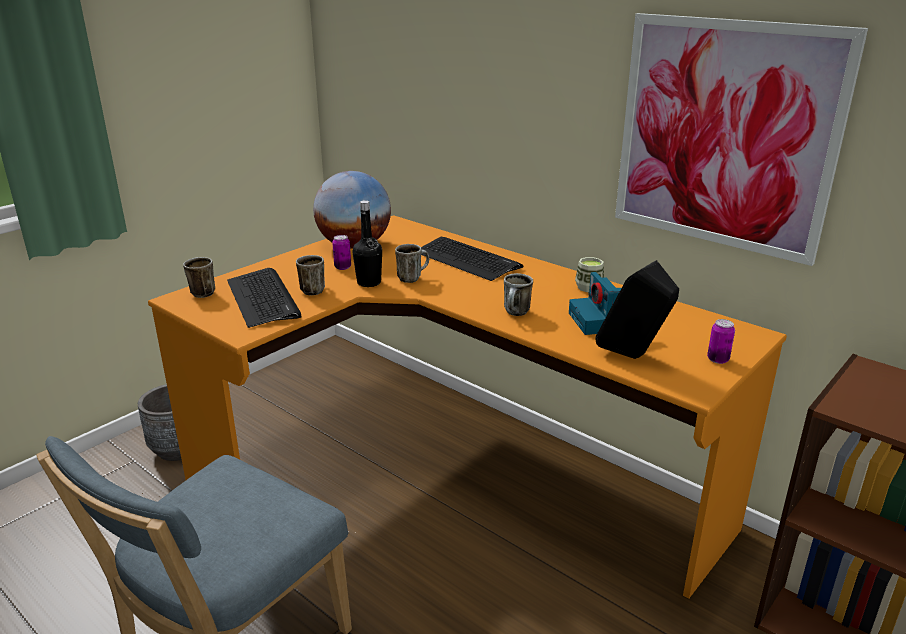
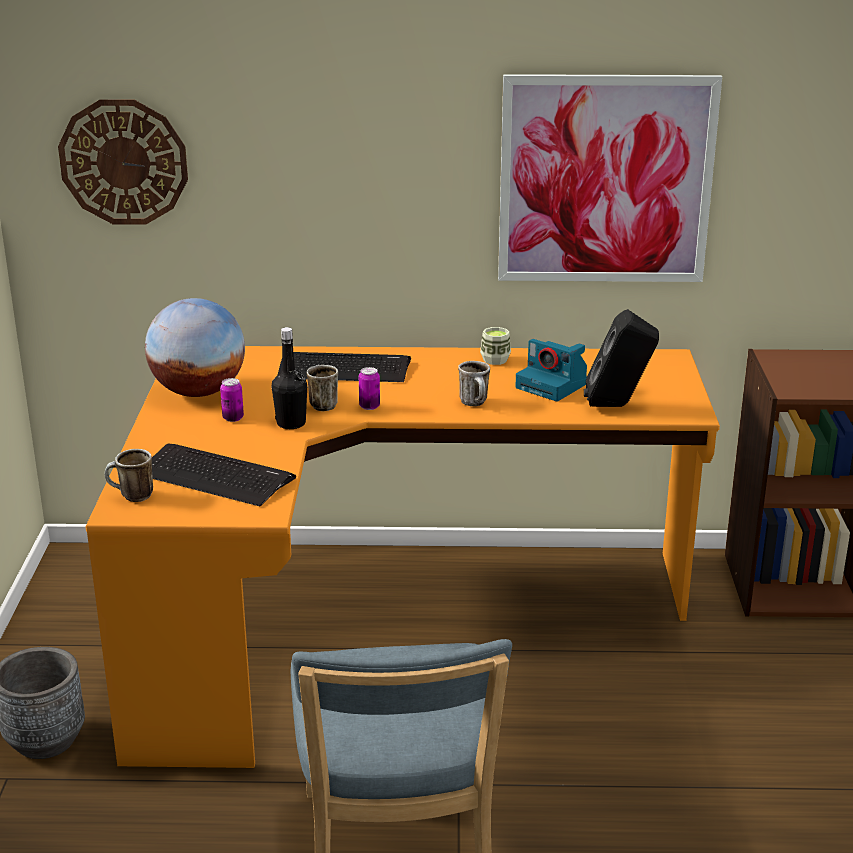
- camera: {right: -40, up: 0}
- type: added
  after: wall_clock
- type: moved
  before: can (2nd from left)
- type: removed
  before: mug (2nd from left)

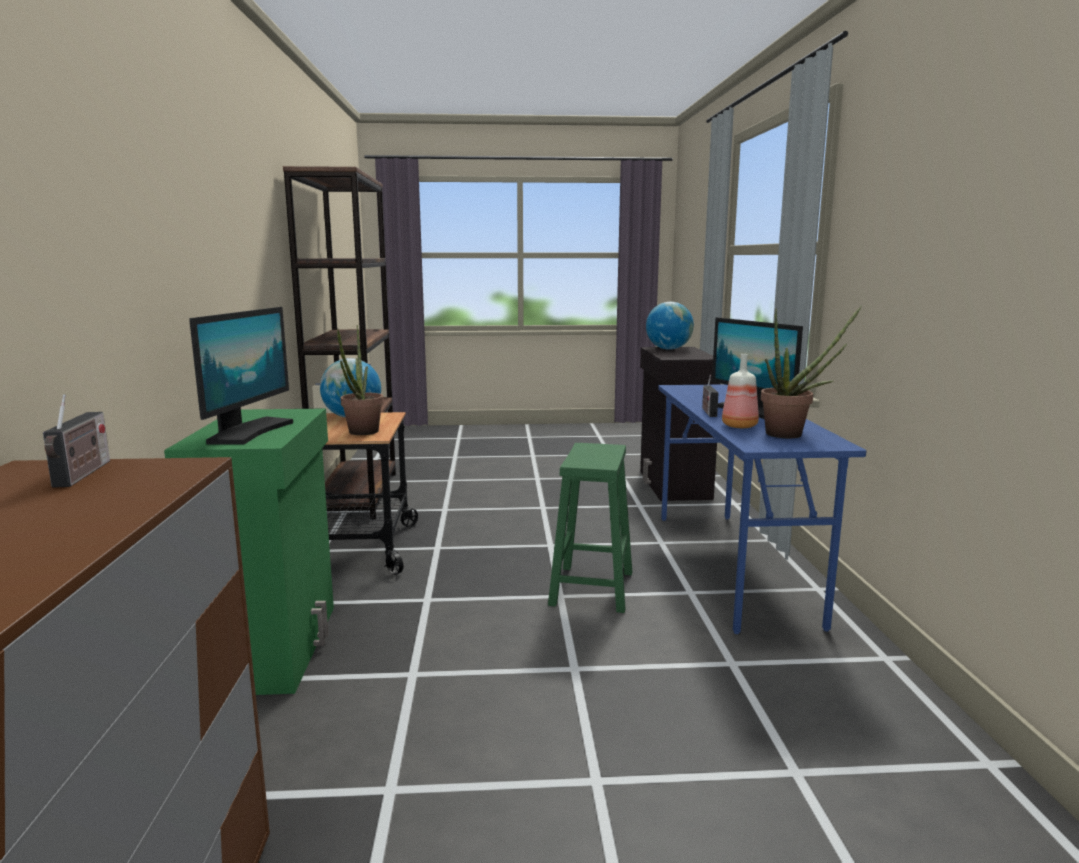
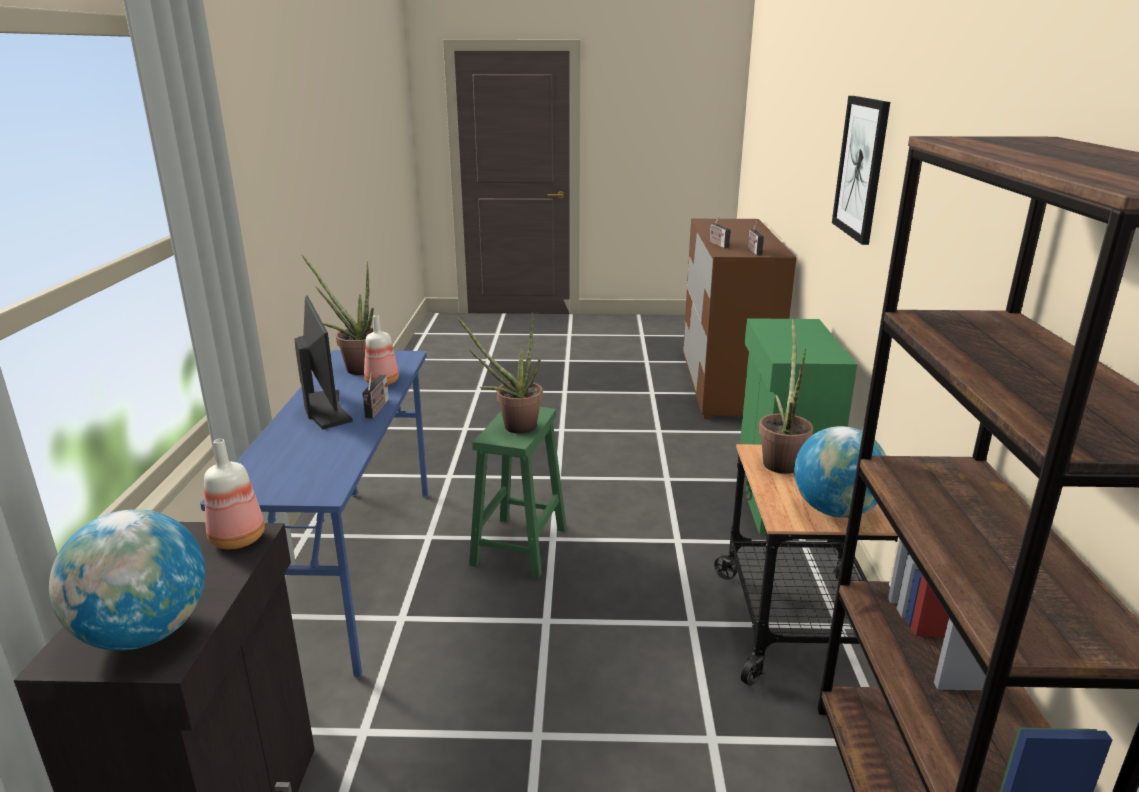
- camera: {right: -175, up: 10}
- type: added
  after: bottle (1st from left)
- type: added
  after: potted_plant (2nd from left)
- type: added
  after: radio (2nd from left)
- type: added
  after: picture
- type: removed
  before: monitor (1st from left)

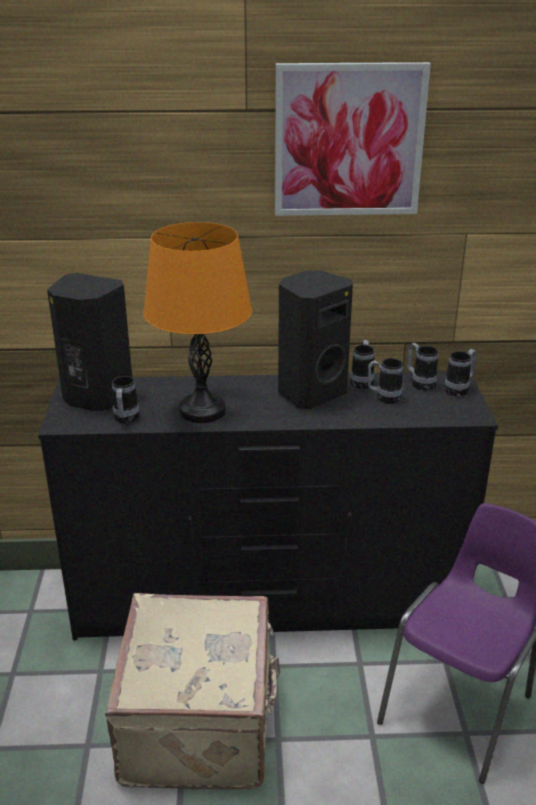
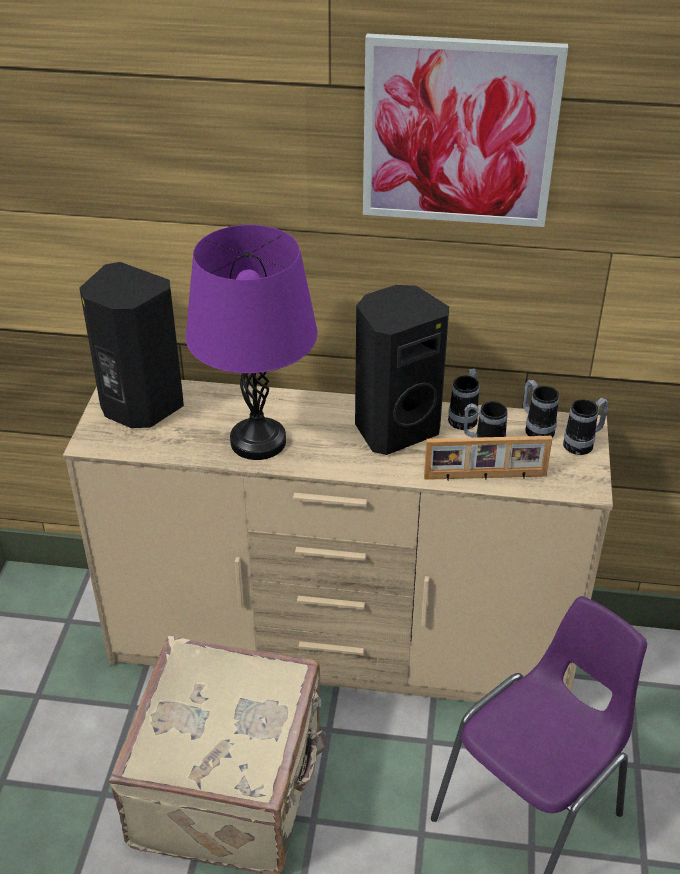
- camera: {right: 10, up: 10}
- type: recoloured
  before: black_dresser
  after: beige_dresser
- type: recoloured
  before: orange_table_lamp
  after: purple_table_lamp
- type: added
  after: picture_frame
- type: removed
  before: mug (1st from left)

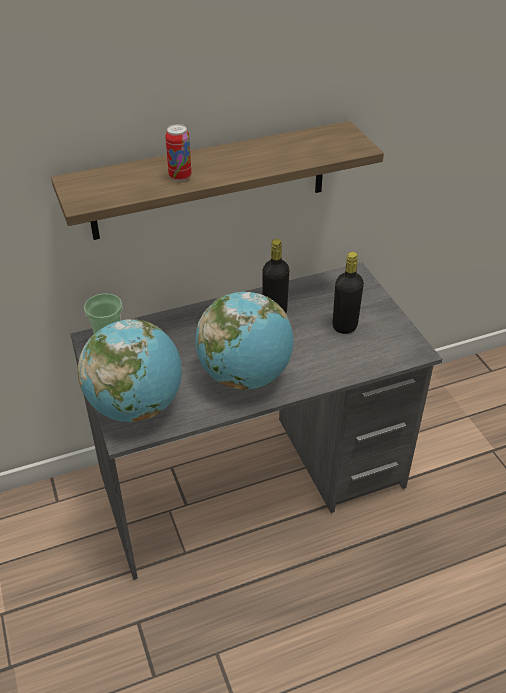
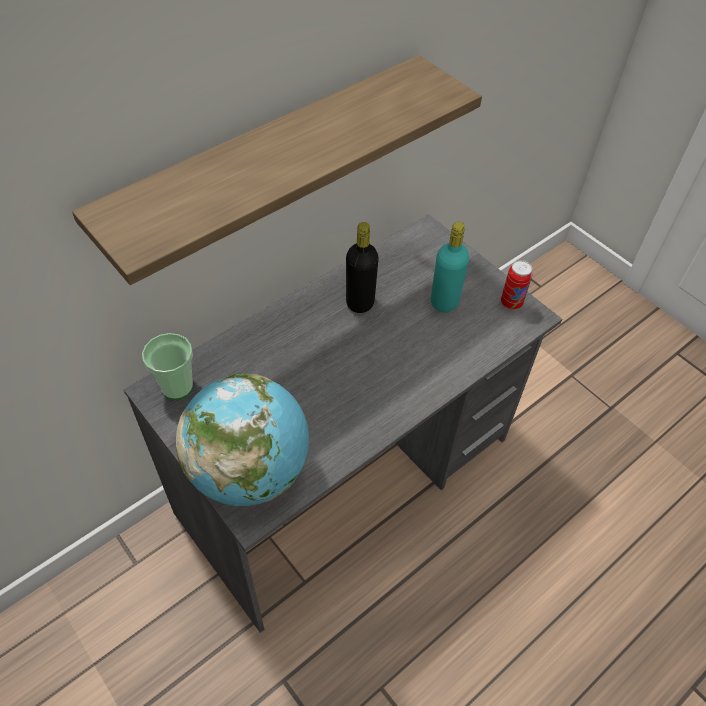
- camera: {right: -20, up: 10}
- type: recoloured
  before: black_bottle (2nd from left)
  after: turquoise_bottle
- type: moved
  before: can
- type: removed
  before: globe (2nd from left)

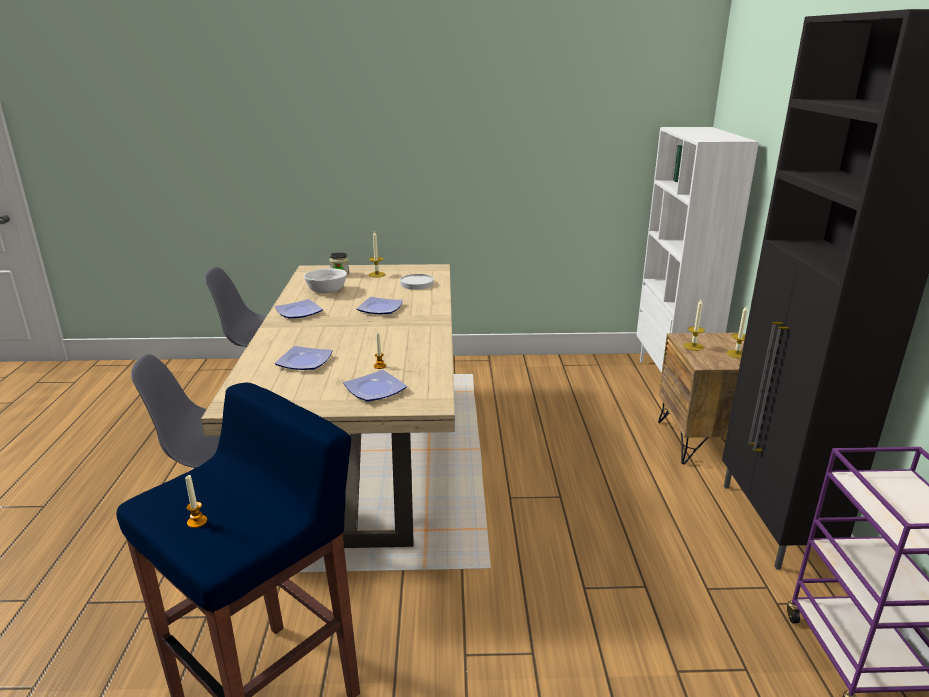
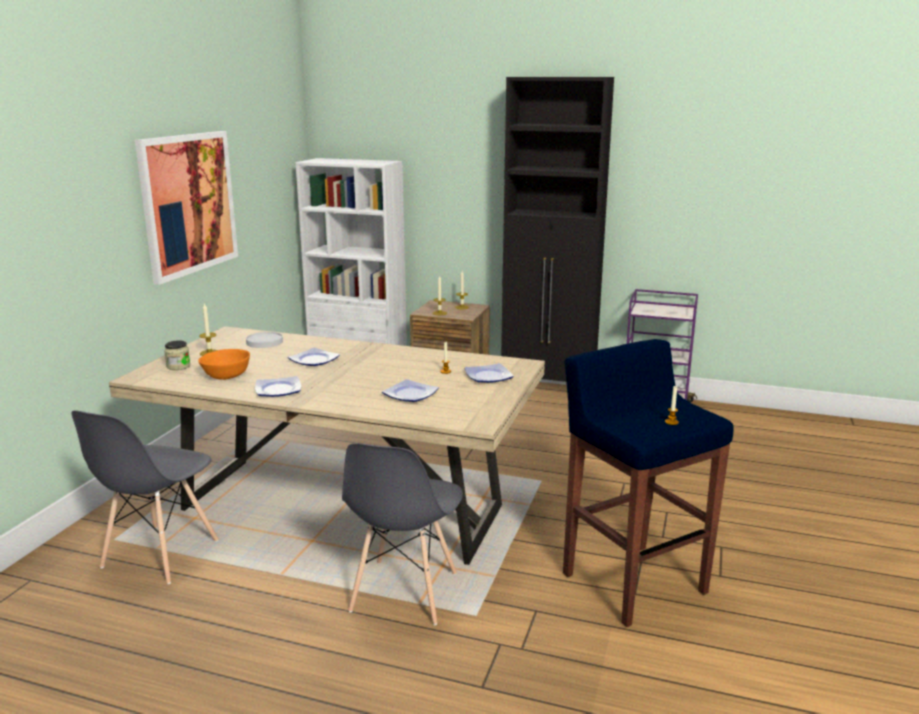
- camera: {right: -70, up: -5}
- type: added
  after: picture
- type: recoloured
  before: white_bowl
  after: orange_bowl

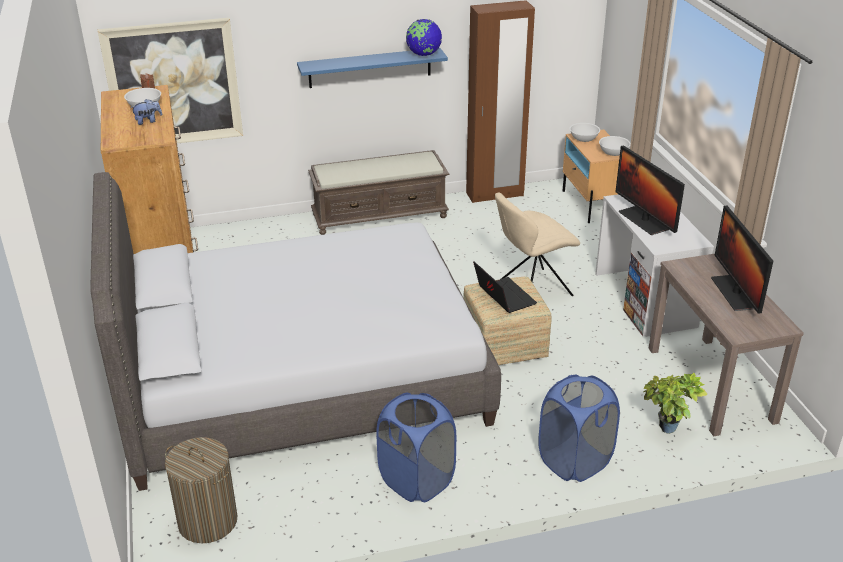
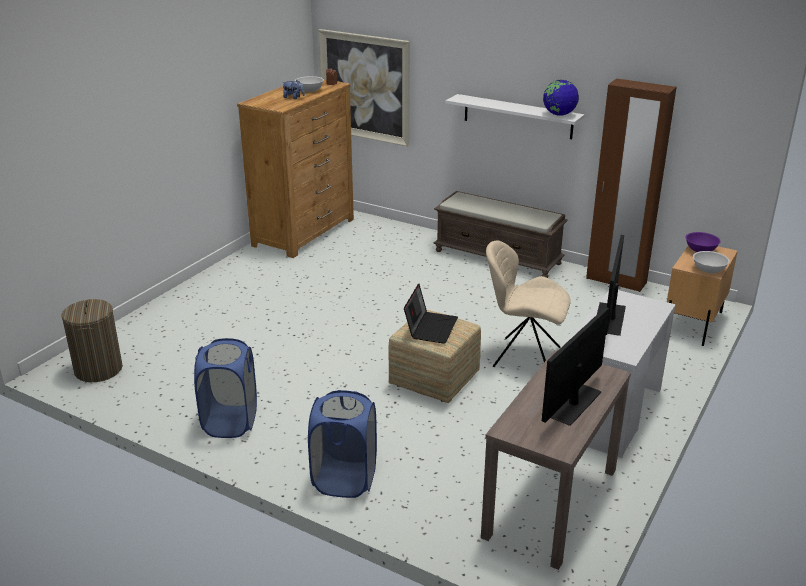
- camera: {right: 45, up: -5}
- type: recoloured
  before: blue_shelf
  after: white_shelf
- type: recoloured
  before: white_bowl (2nd from left)
  after: purple_bowl
- type: removed
  before: grey_bed
- type: removed
  before: potted_plant

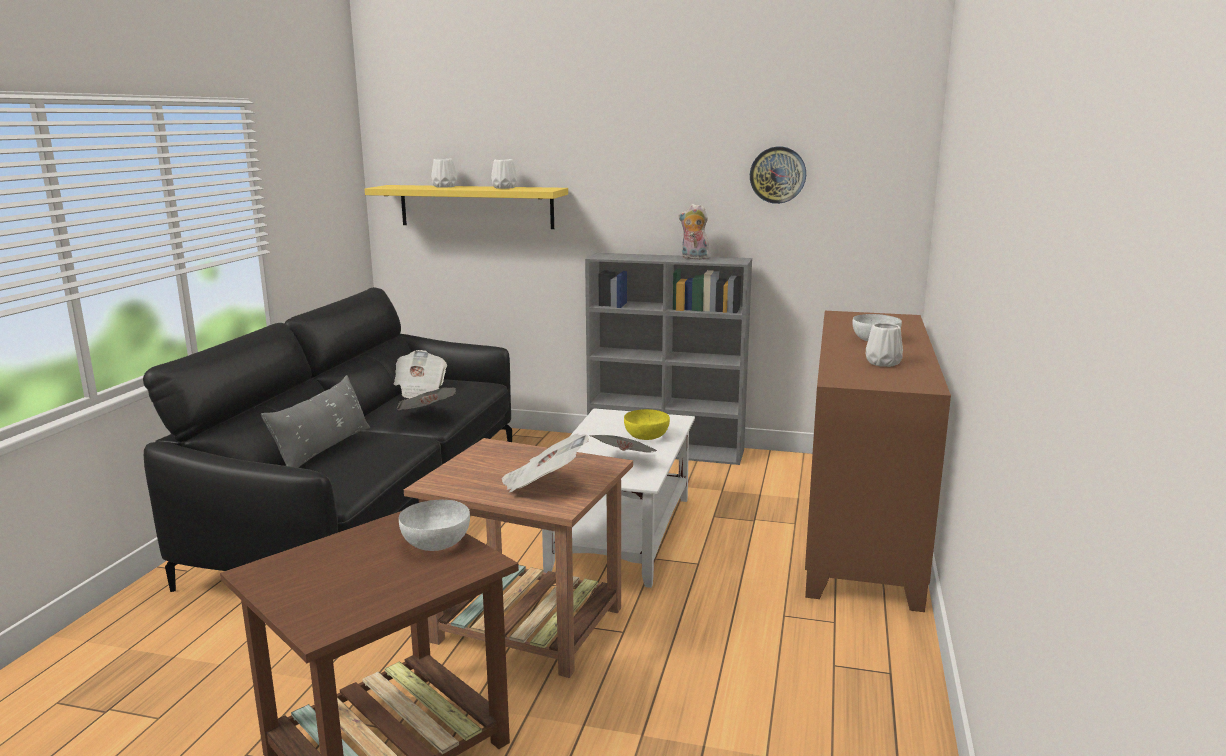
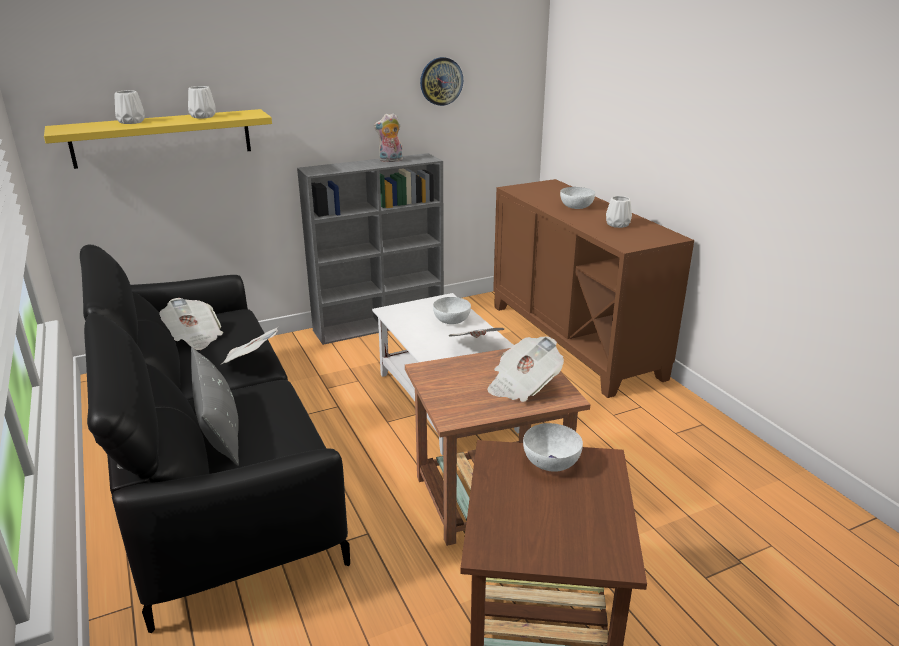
- camera: {right: -40, up: 10}
- type: recoloured
  before: yellow_bowl
  after: white_bowl (1st from left)

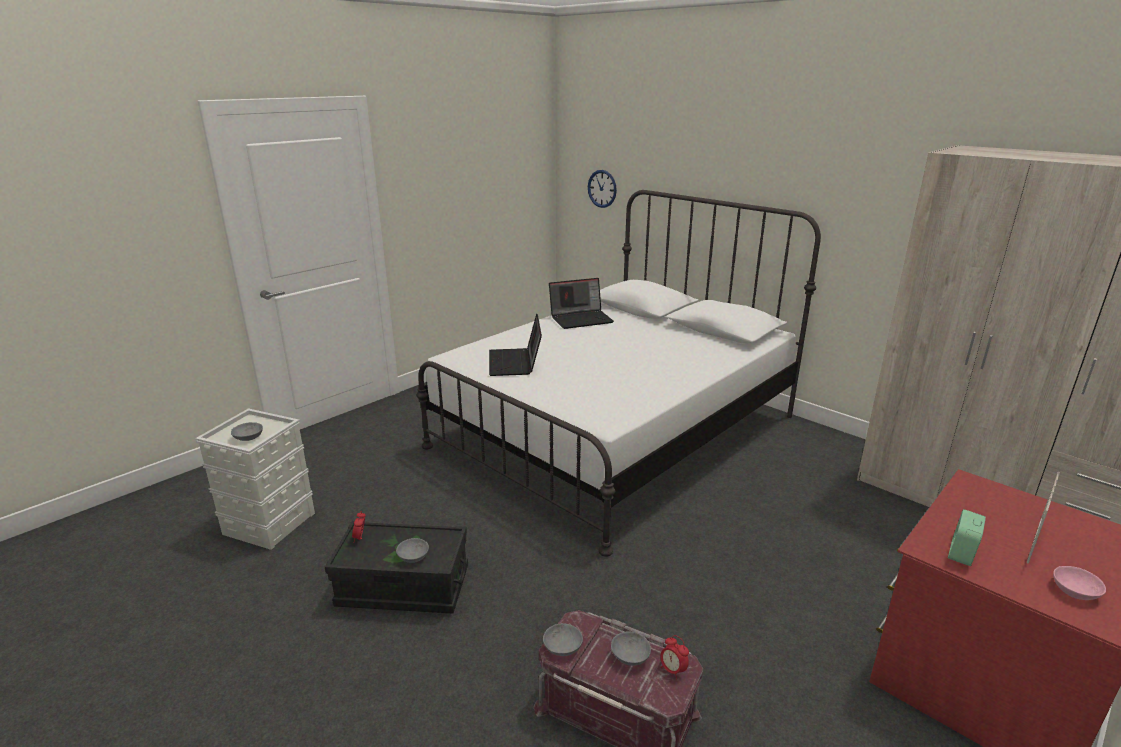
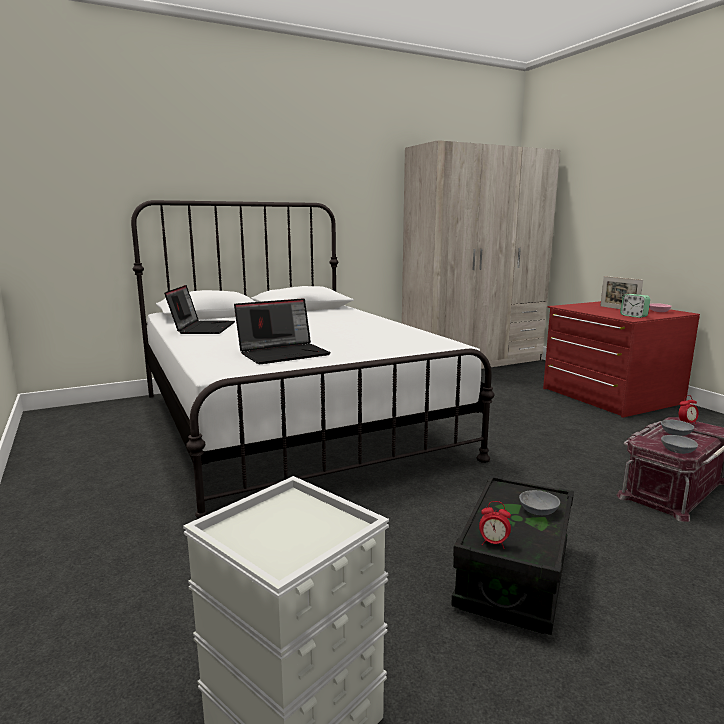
- camera: {right: -70, up: -10}
- type: turned
  before: laptop (1st from left in the first image)
  turn: -45
- type: removed
  before: grey_bowl (1st from left)
- type: removed
  before: wall_clock

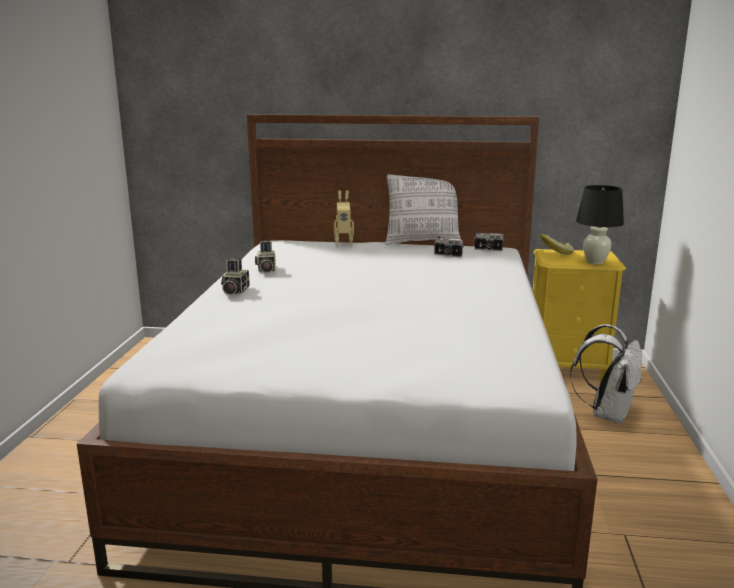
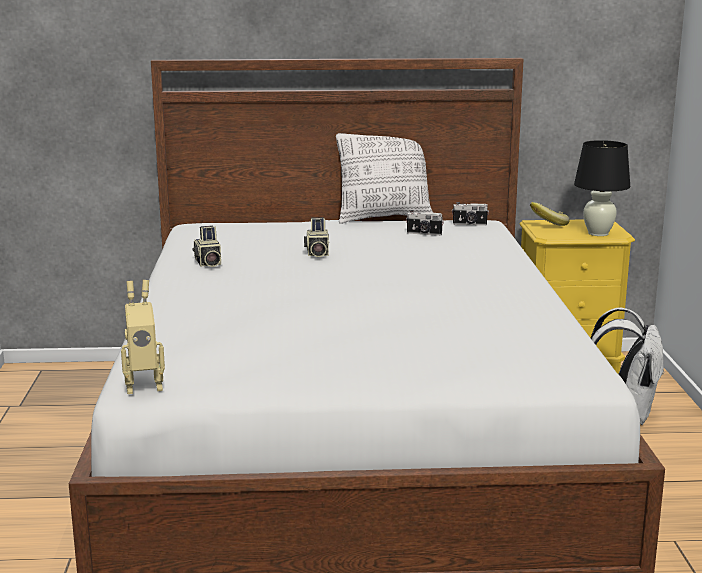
- camera: {right: -10, up: 0}
- type: moved
  before: toy_robot
- type: moved
  before: photo_camera (1st from left in the first image)
  after: photo_camera (2nd from left)

